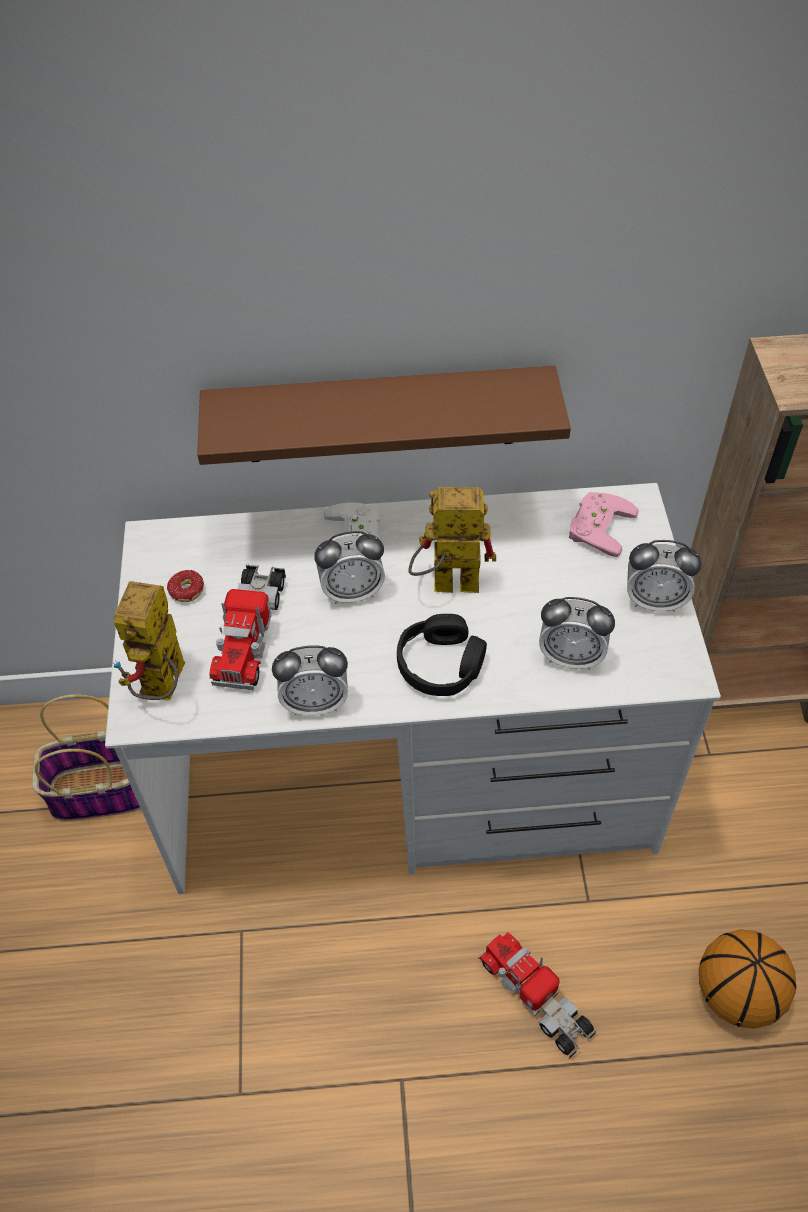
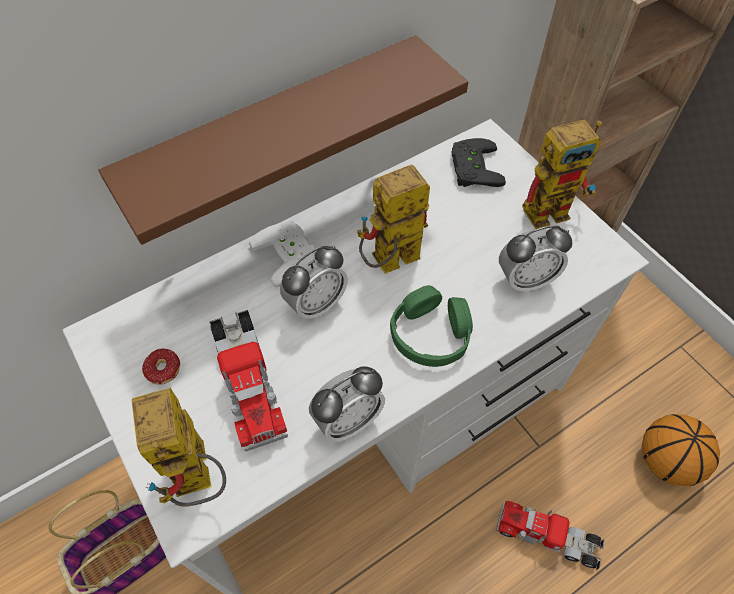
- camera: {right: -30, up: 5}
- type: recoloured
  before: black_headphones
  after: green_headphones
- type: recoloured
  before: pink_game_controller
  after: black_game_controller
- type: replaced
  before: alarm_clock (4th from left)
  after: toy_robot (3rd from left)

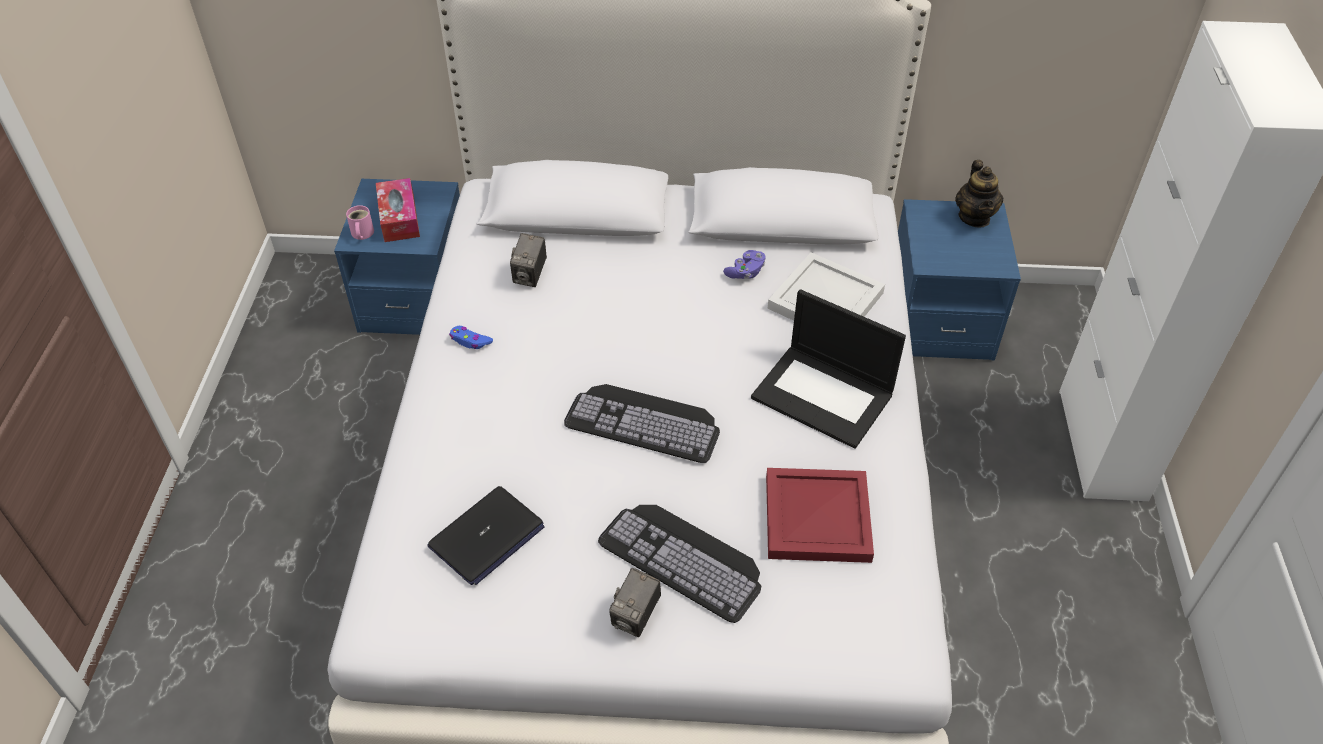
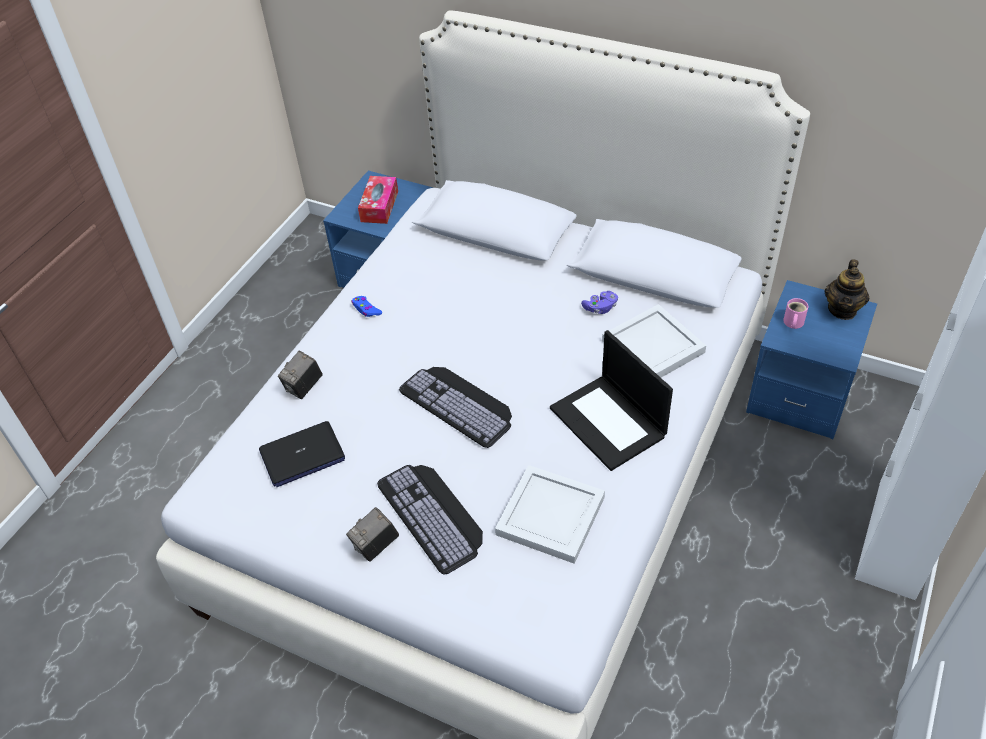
- camera: {right: 25, up: 0}
- type: moved
  before: photo_camera (1st from left)
- type: recoloured
  before: red_tray
  after: white_tray (1st from left)
- type: moved
  before: pink_mug

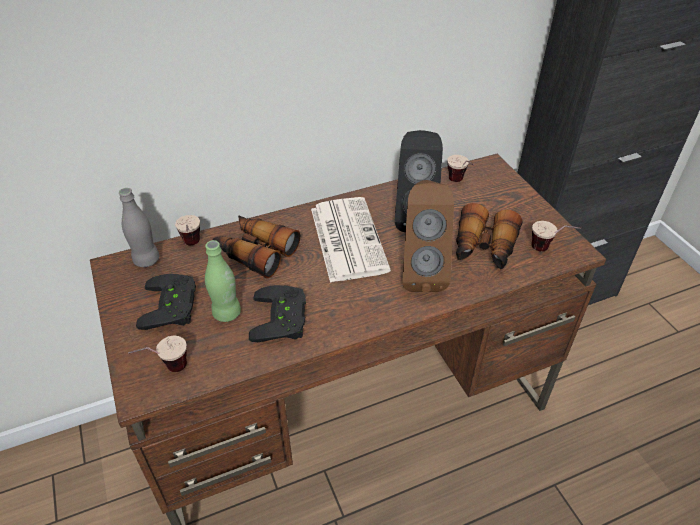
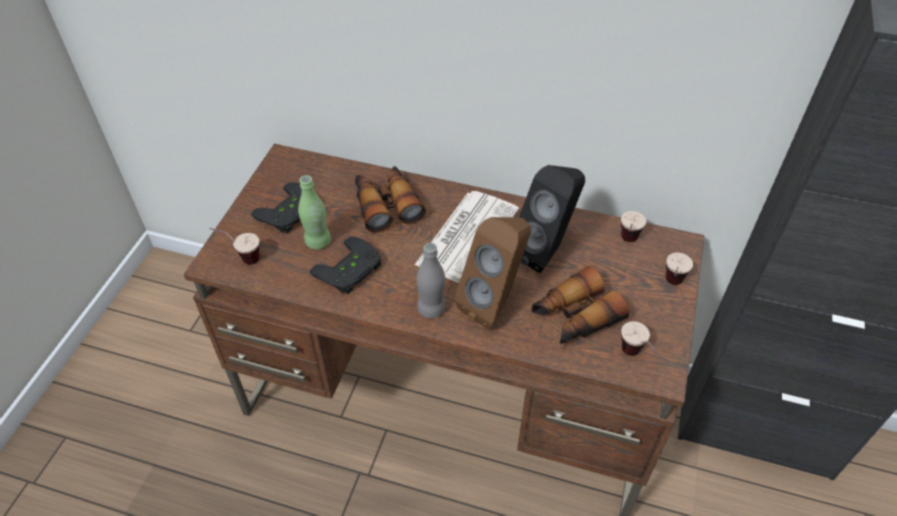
- camera: {right: 40, up: 5}
- type: moved
  before: grey_bottle
- type: moved
  before: cup (2nd from left in the first image)
  after: cup (4th from left)

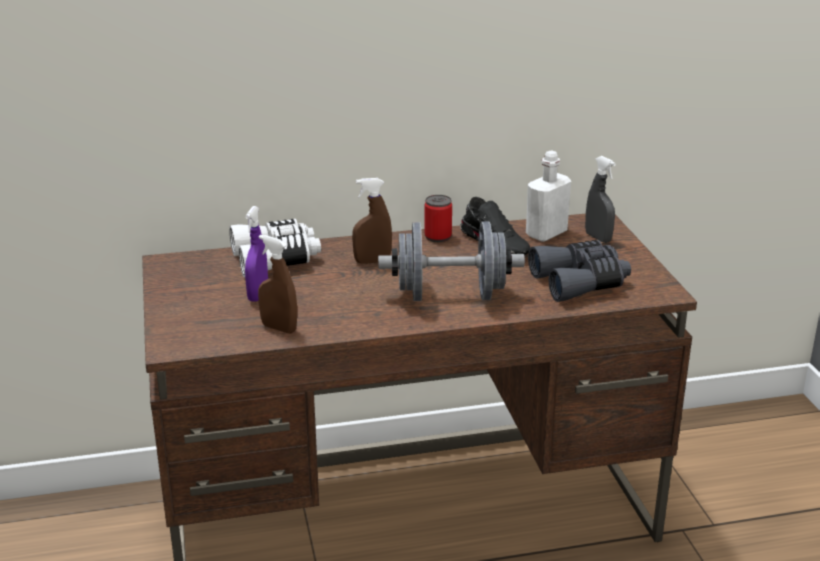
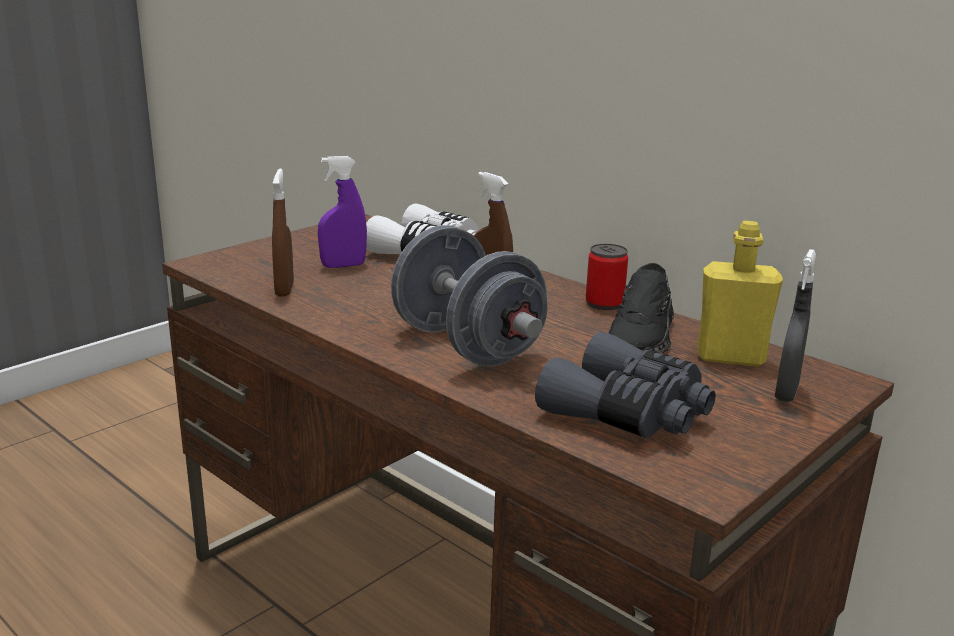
- camera: {right: 55, up: -5}
- type: recoloured
  before: white_bottle
  after: yellow_bottle

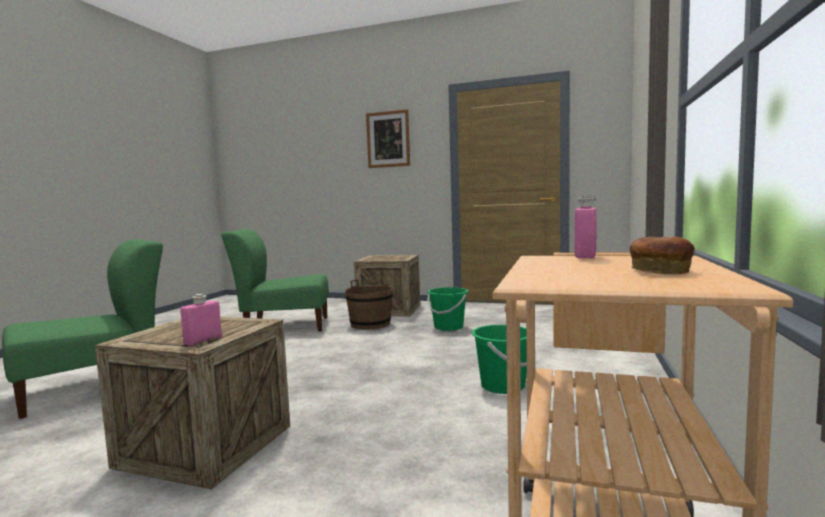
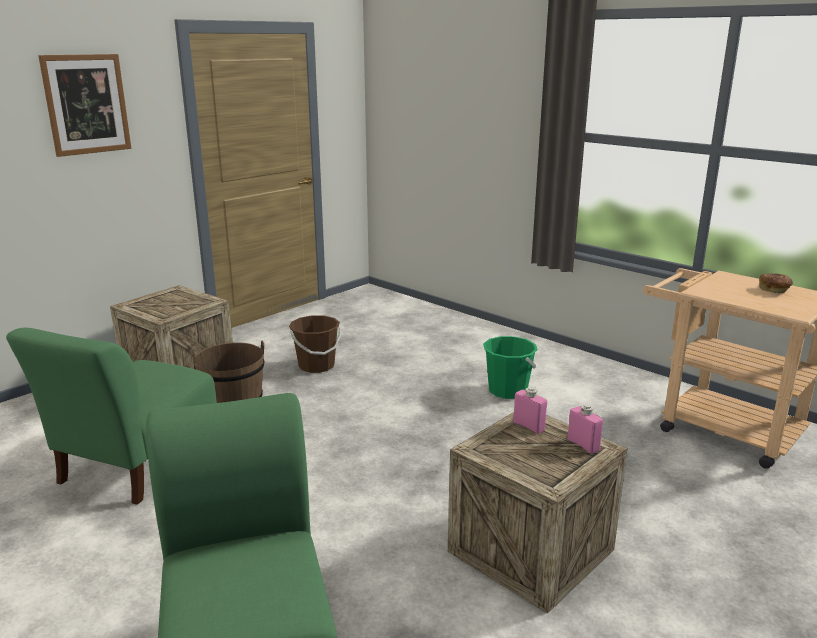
- camera: {right: -65, up: 15}
- type: recoloured
  before: green_bucket (1st from left)
  after: brown_bucket (2nd from left)
- type: moved
  before: pink_bottle (2nd from left in the first image)
  after: pink_bottle (1st from left)

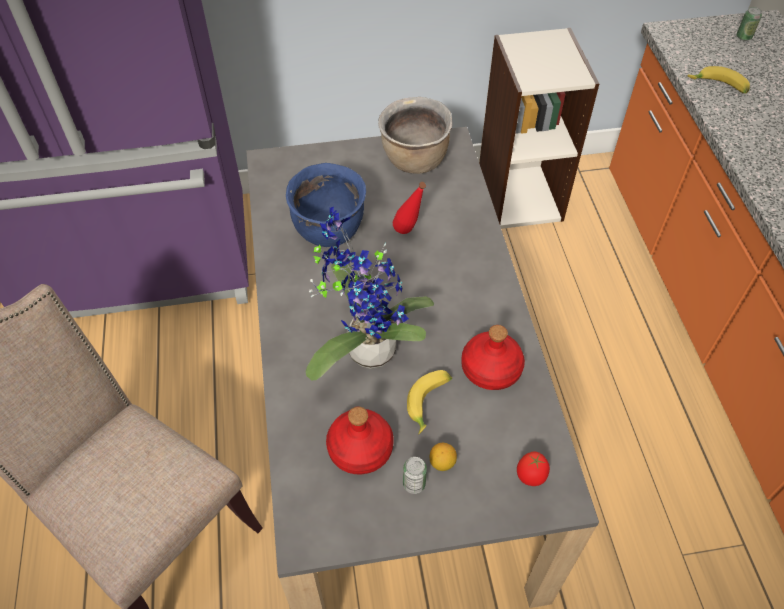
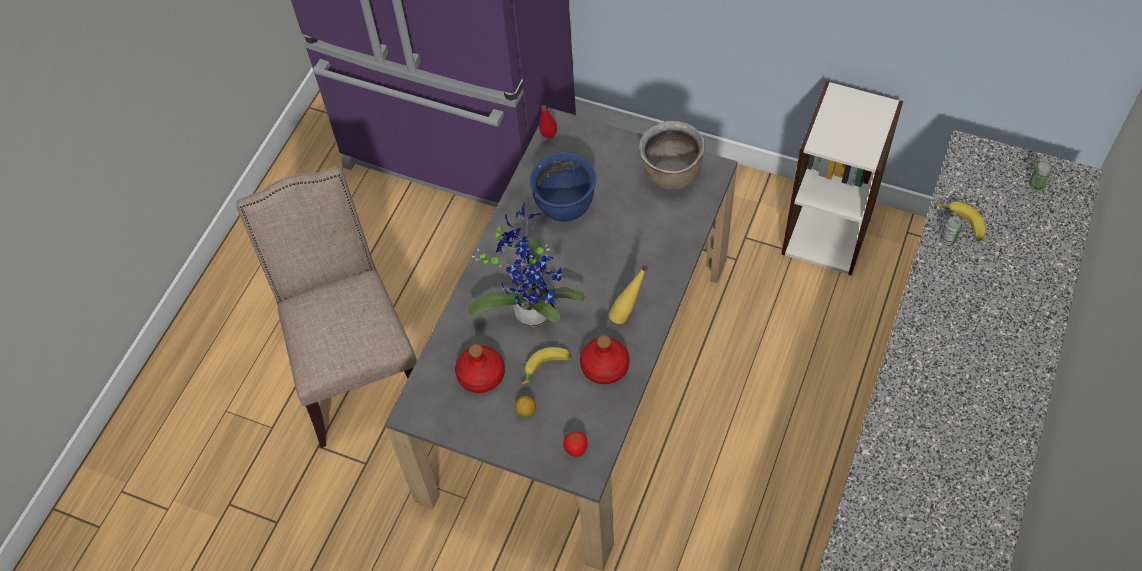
- camera: {right: 35, up: 5}
- type: moved
  before: red_bottle (2nd from left)
- type: added
  after: yellow_bottle
- type: moved
  before: can (1st from left)

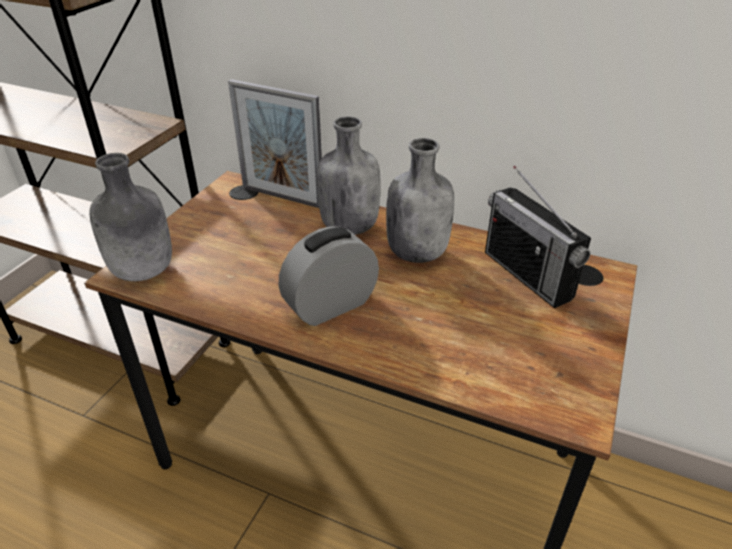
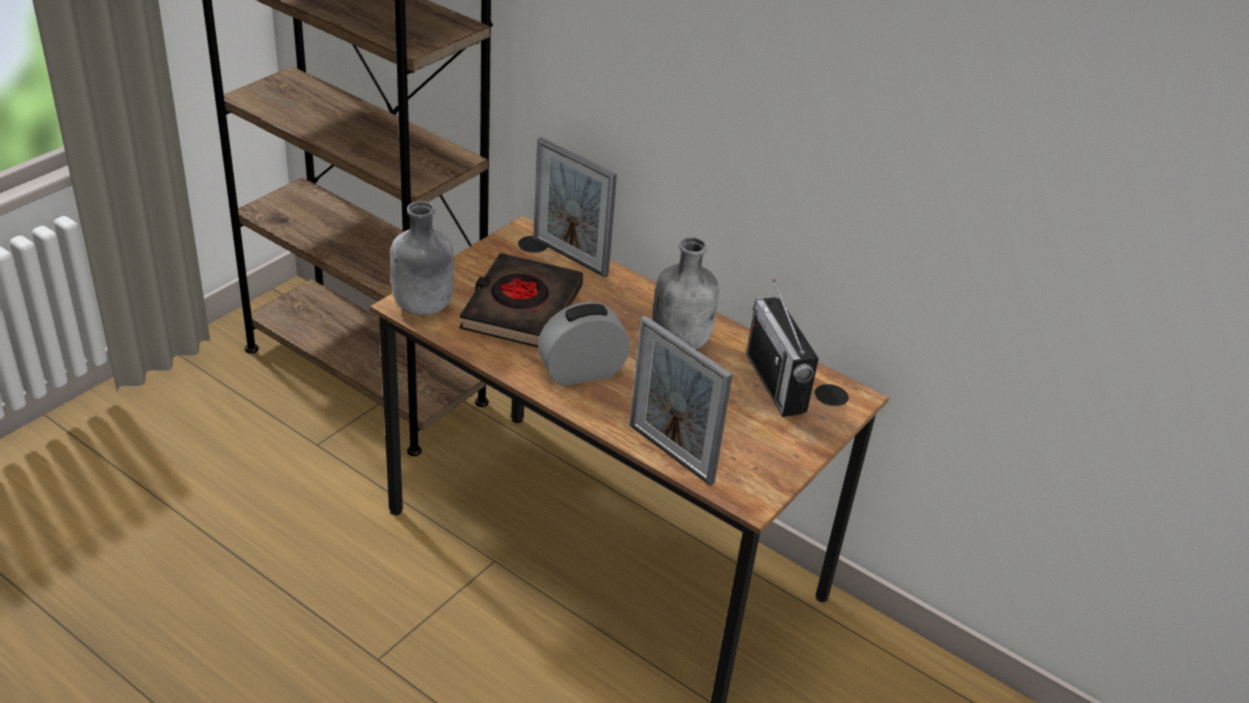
- camera: {right: 10, up: 0}
- type: added
  after: black_book
- type: added
  after: picture_frame (2nd from left)
- type: removed
  before: grey_bottle (2nd from left)

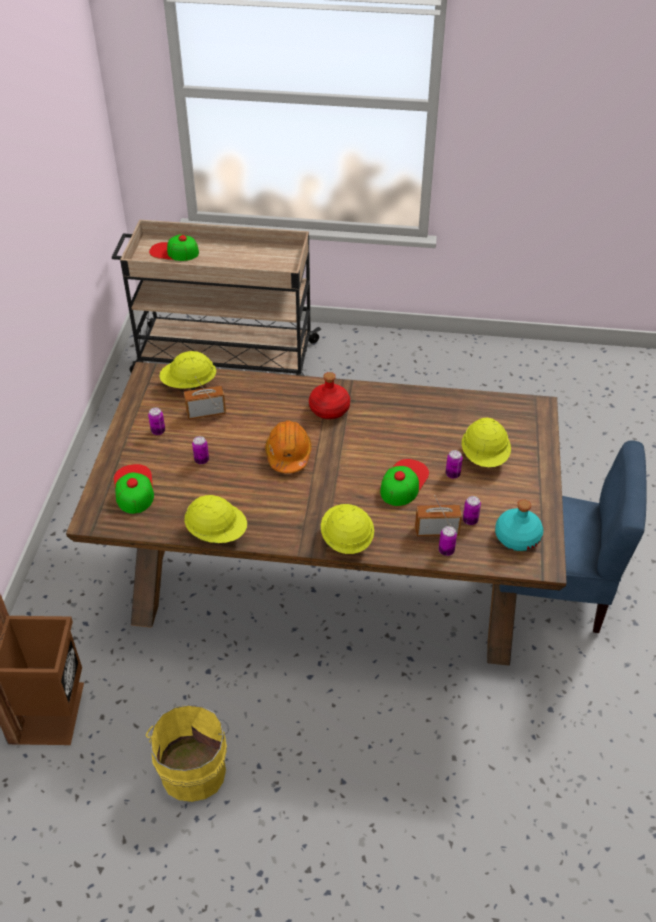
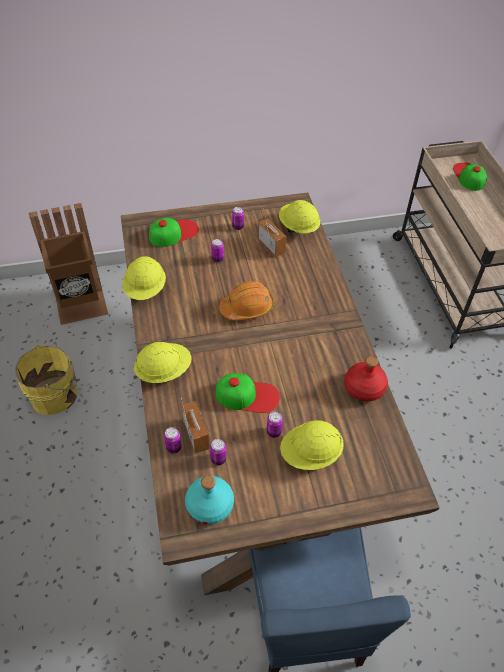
- camera: {right: 70, up: 5}
- type: moved
  before: red_bottle

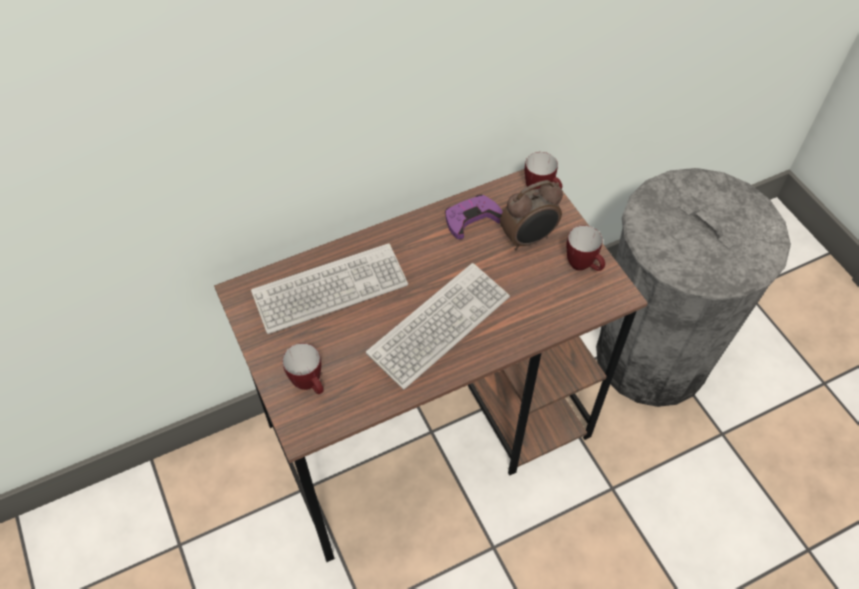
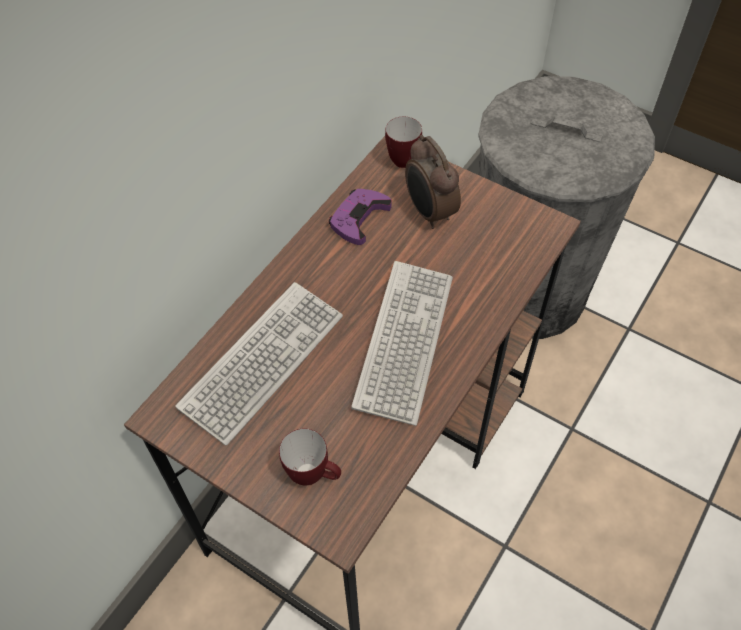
- camera: {right: -30, up: 0}
- type: turned
  before: alarm_clock
  turn: 120
- type: removed
  before: mug (3rd from left)

